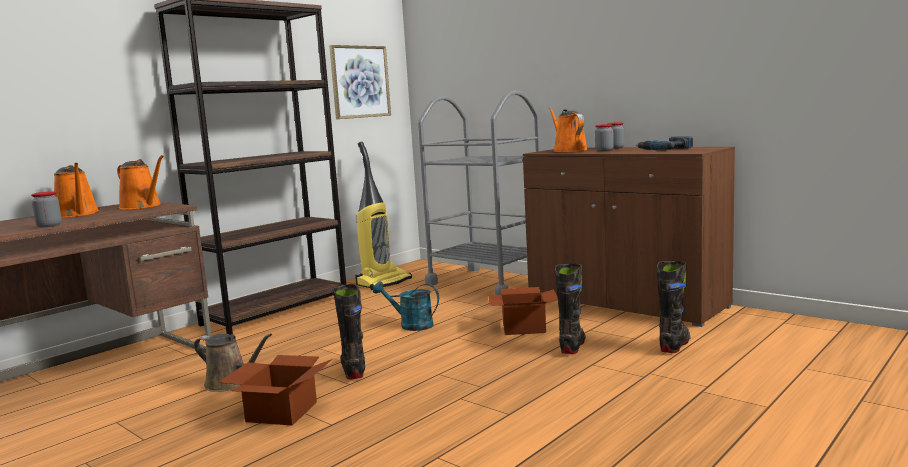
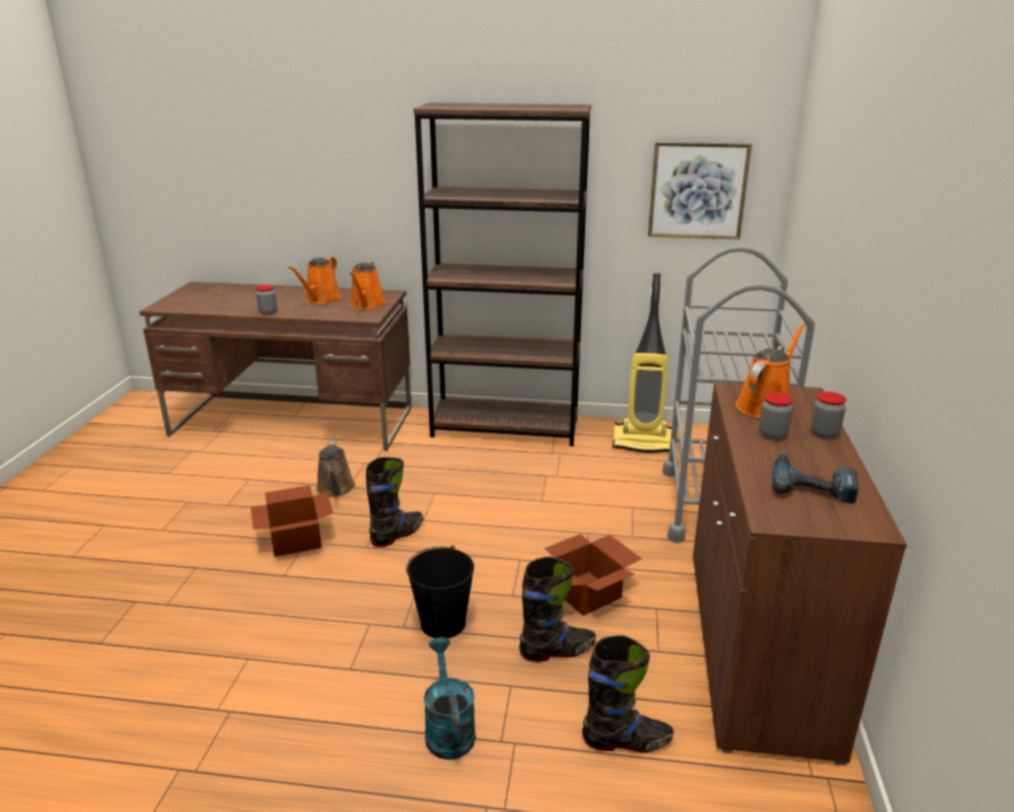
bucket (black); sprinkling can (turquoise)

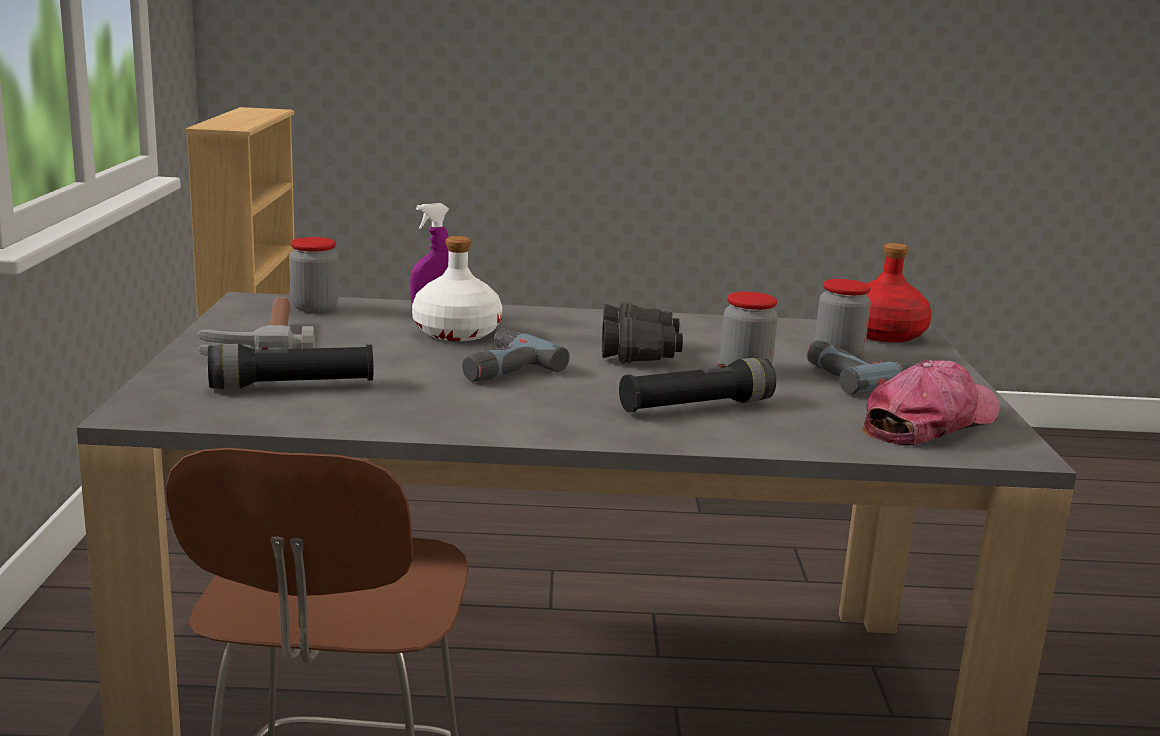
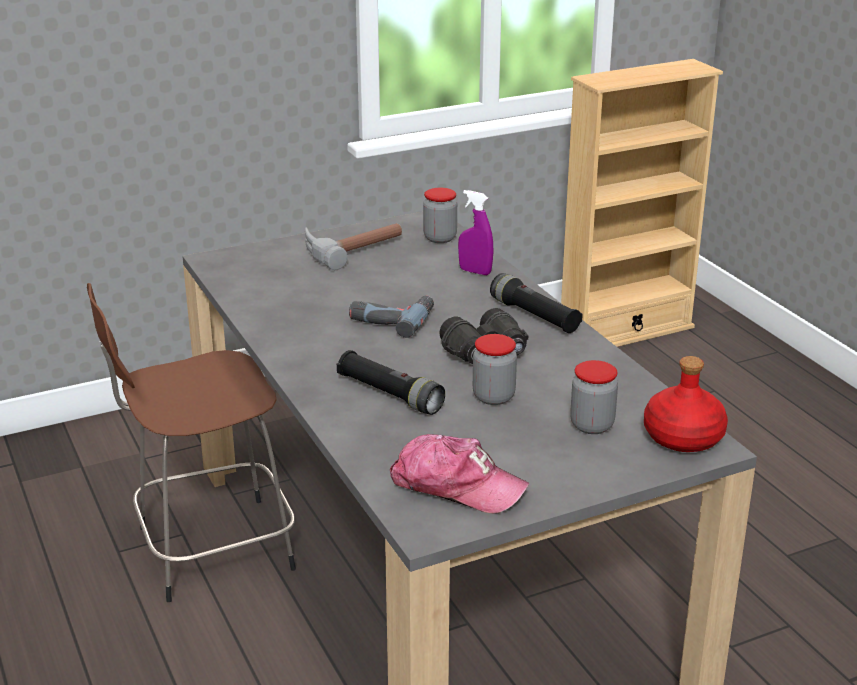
flashlight (black) (2nd from left); beverage bottle (whitish); drill (2nd from left in the first image)

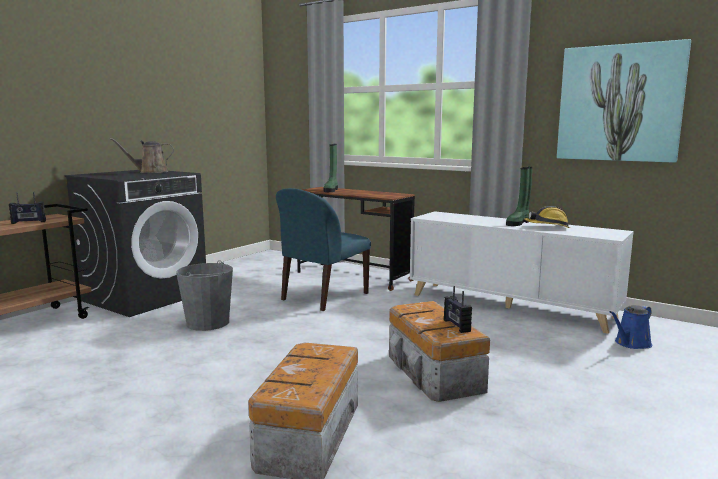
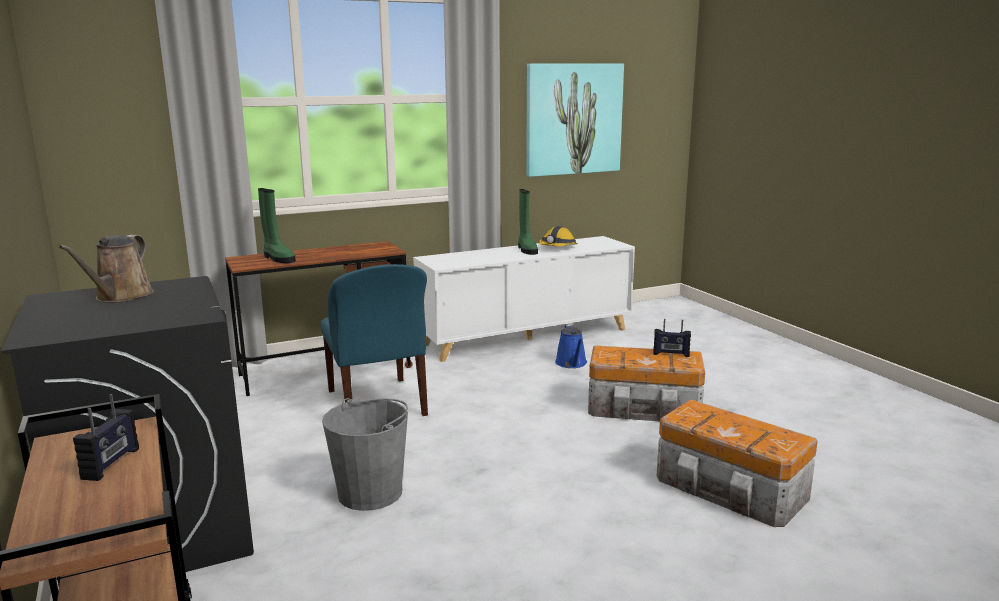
sprinkling can (blue-coloured)

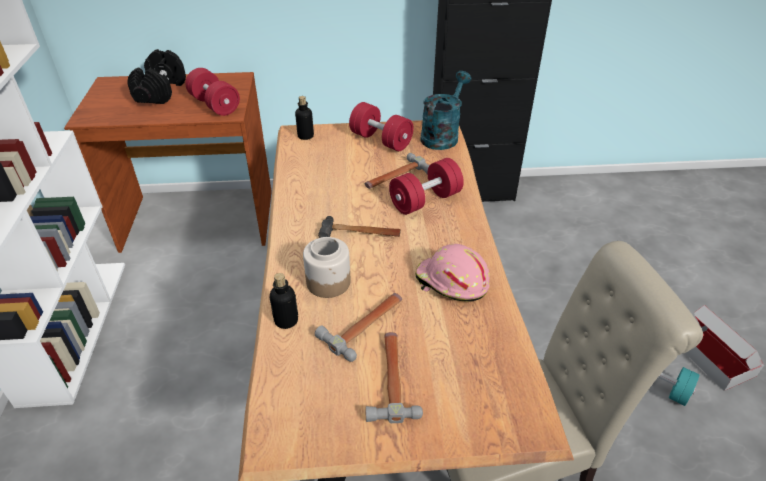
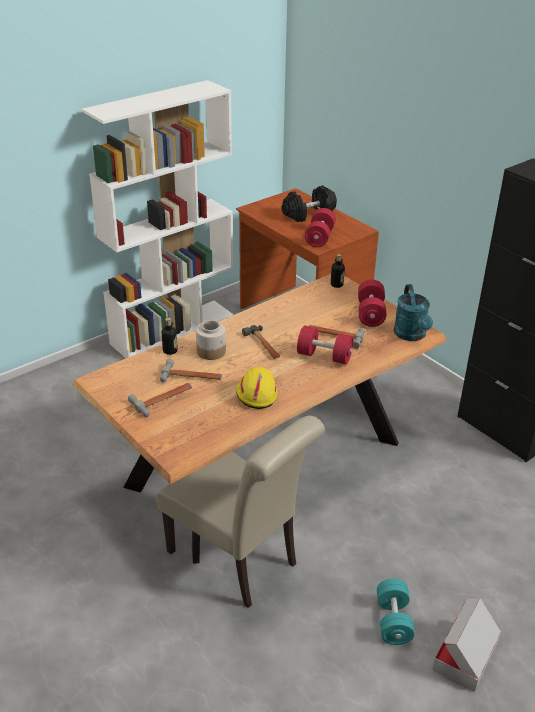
work helmet (yellowish); sprinkling can (turquoise)

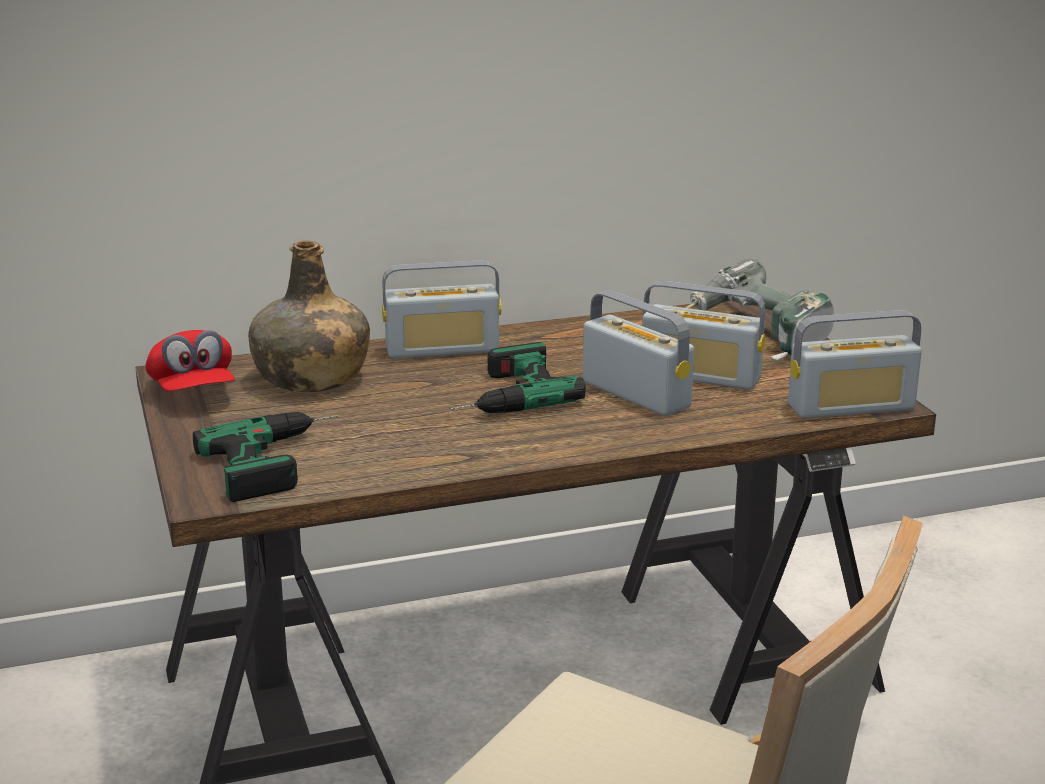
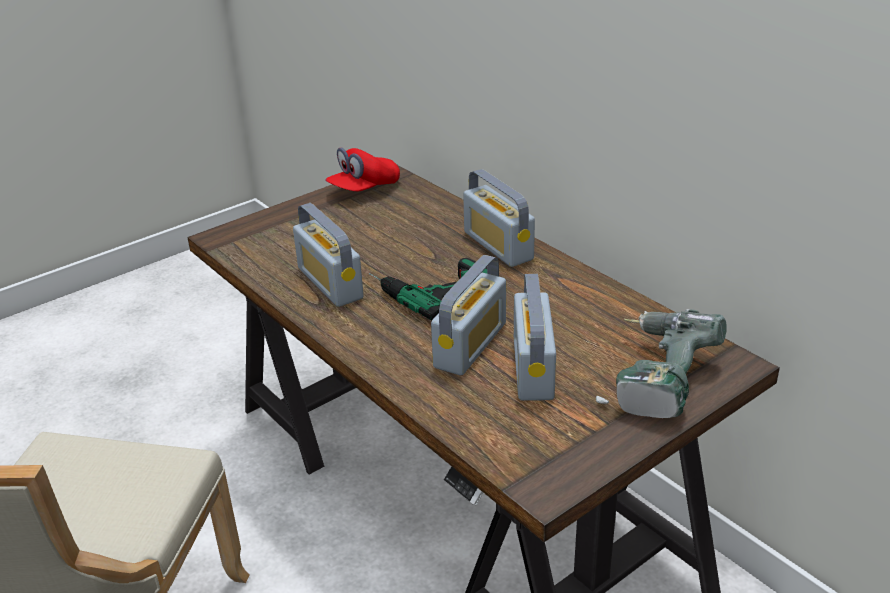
radio (1st from left); drill (1st from left in the first image); beverage bottle (greenish)

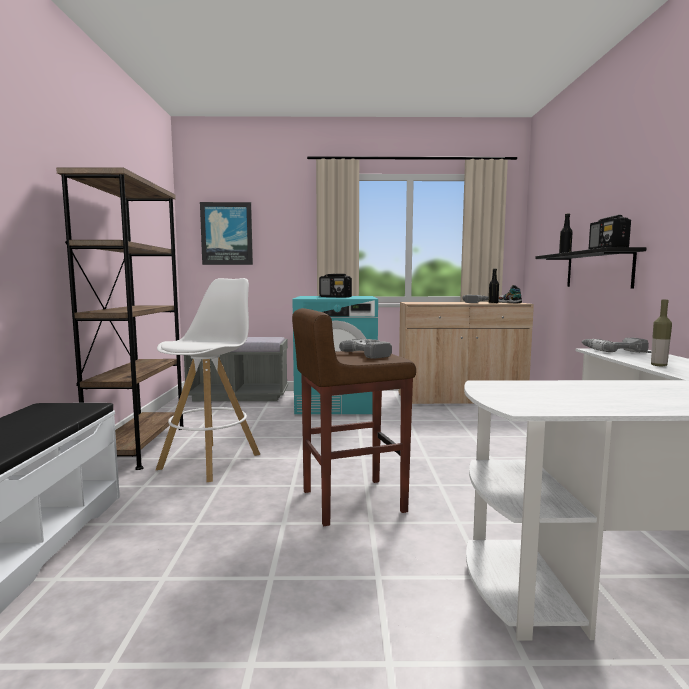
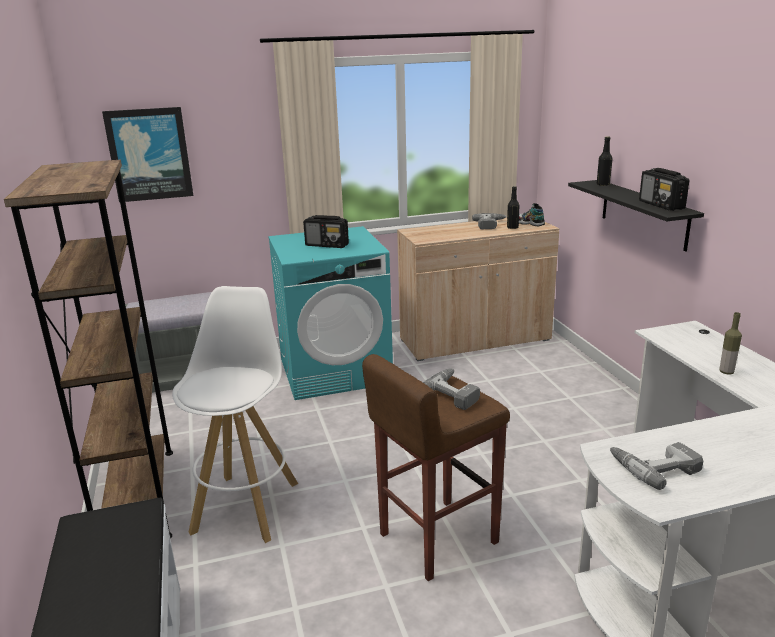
drill (3rd from left)

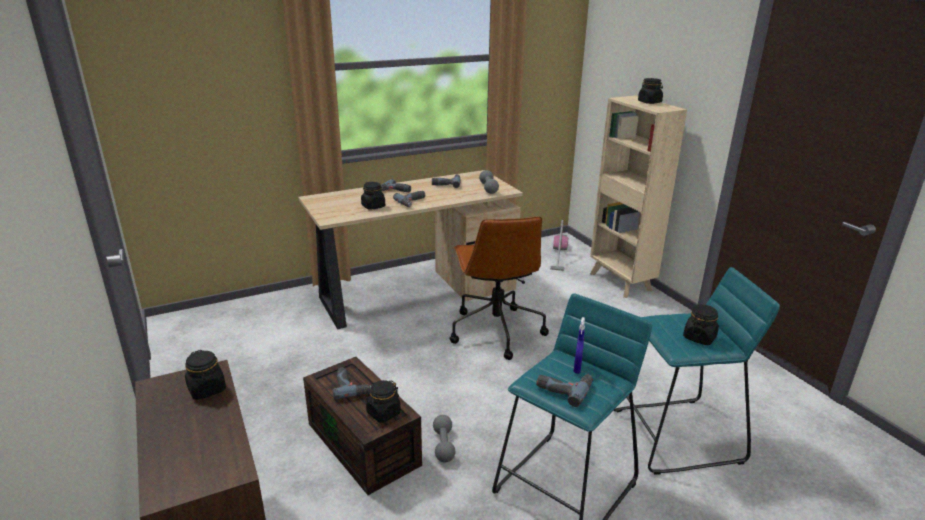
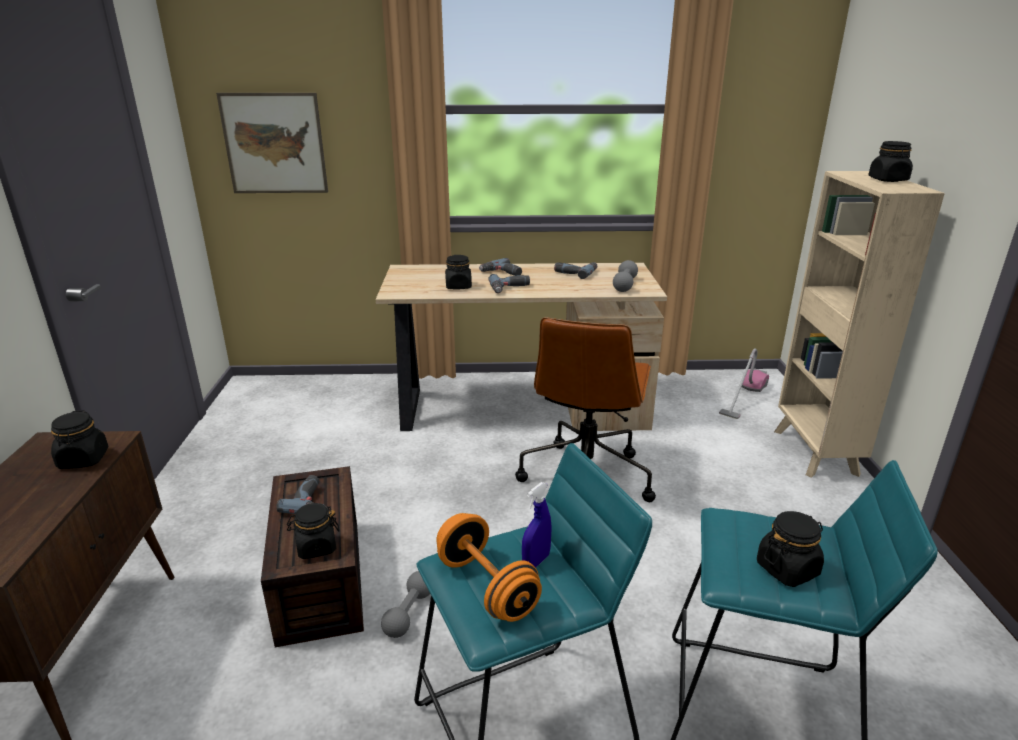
wall art; hand weight (orange-coloured)

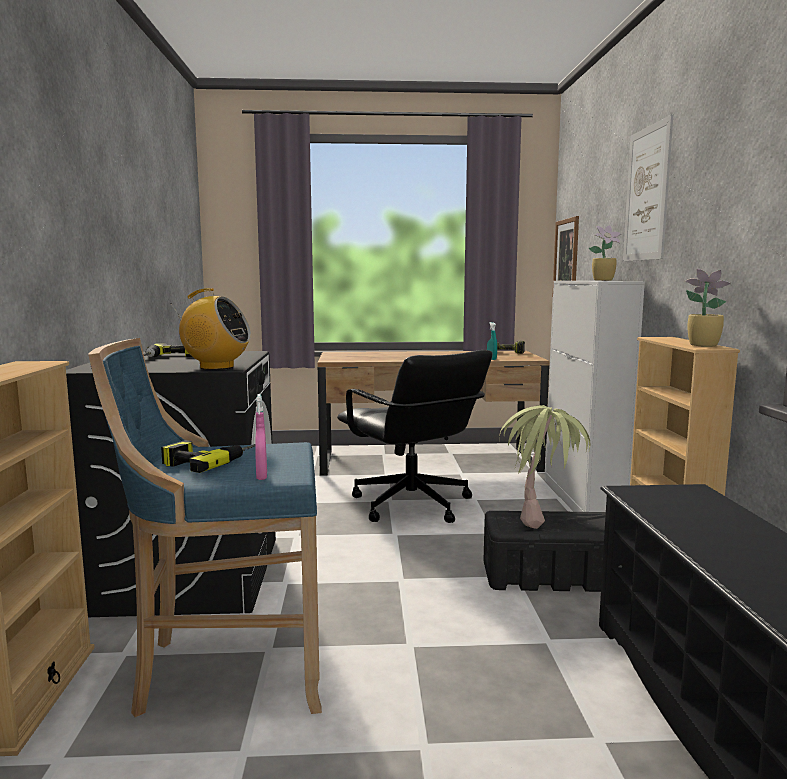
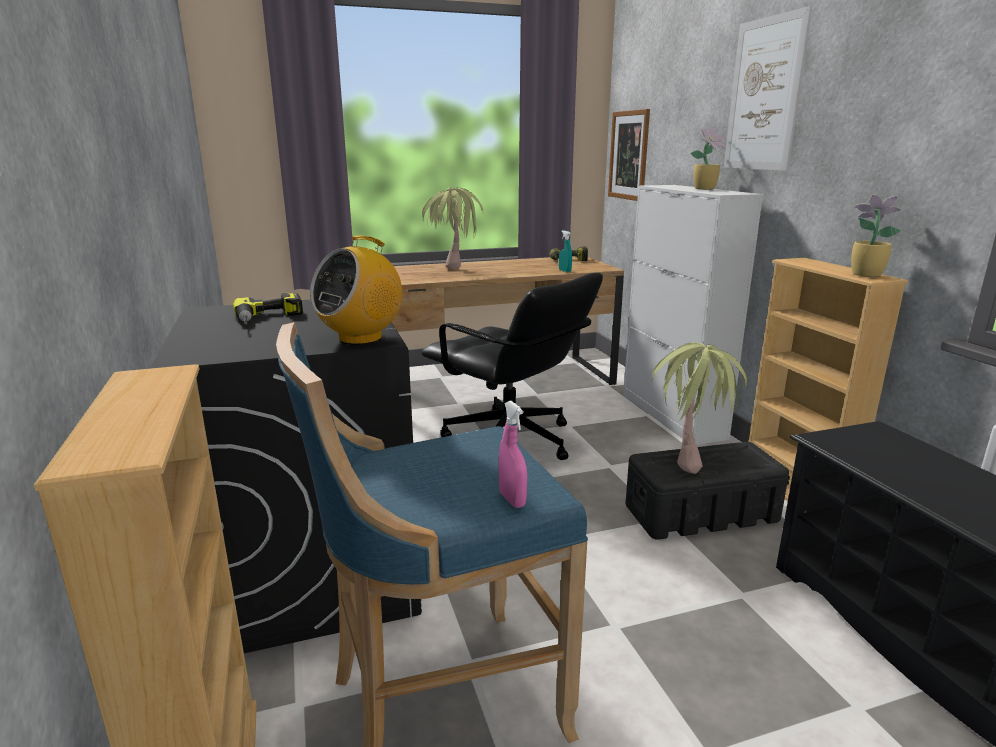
radio; houseplant (1st from left); drill (2nd from left in the first image)

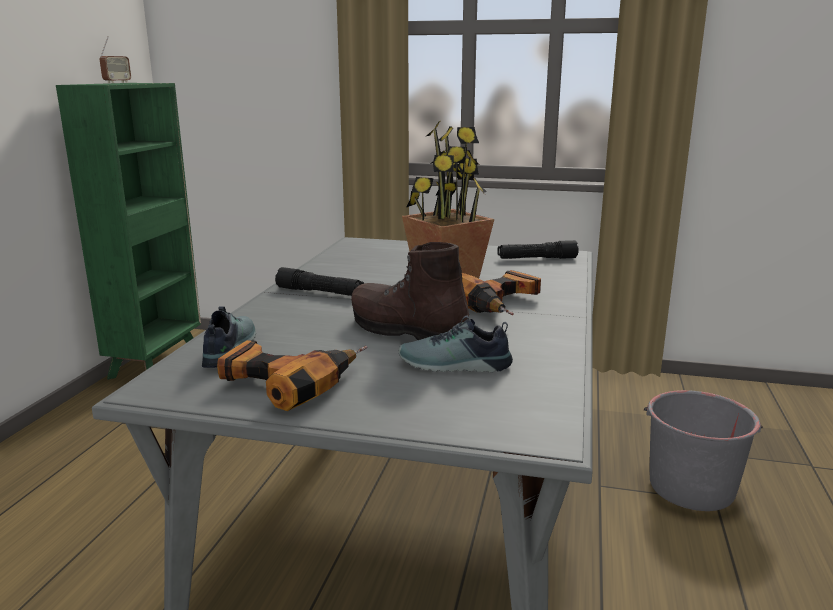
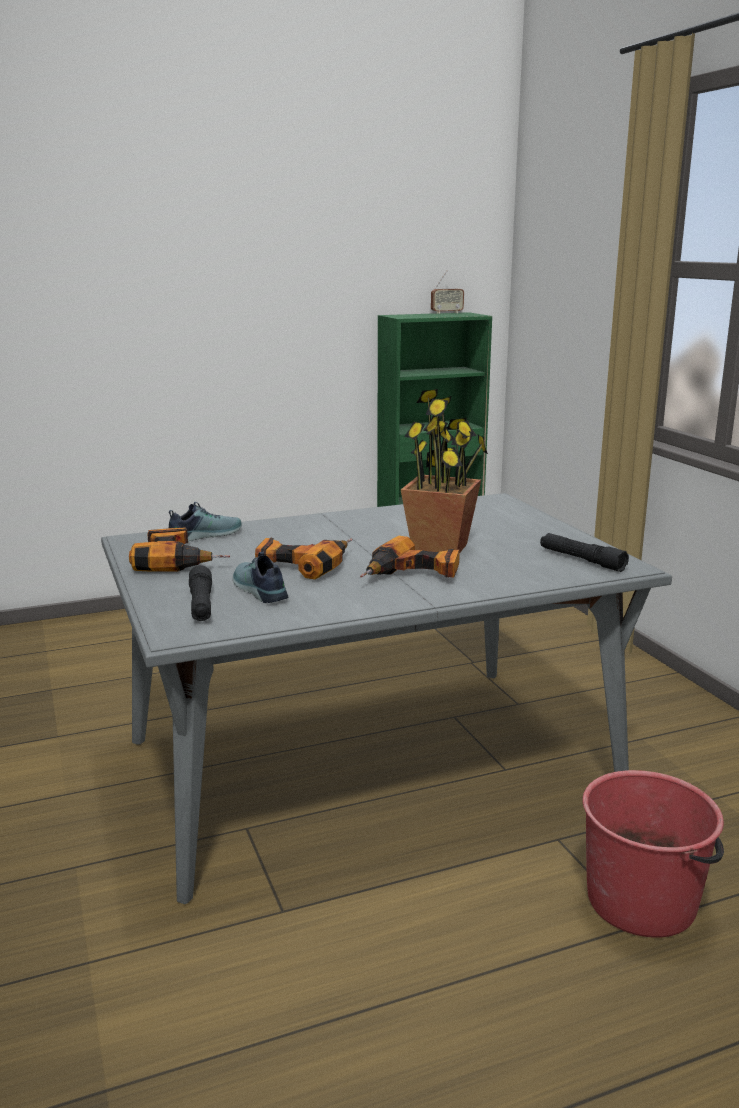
flashlight (black) (1st from left); drill (2nd from left); bucket (red)

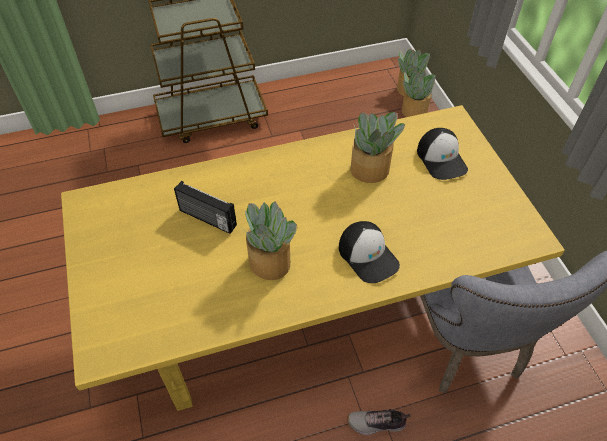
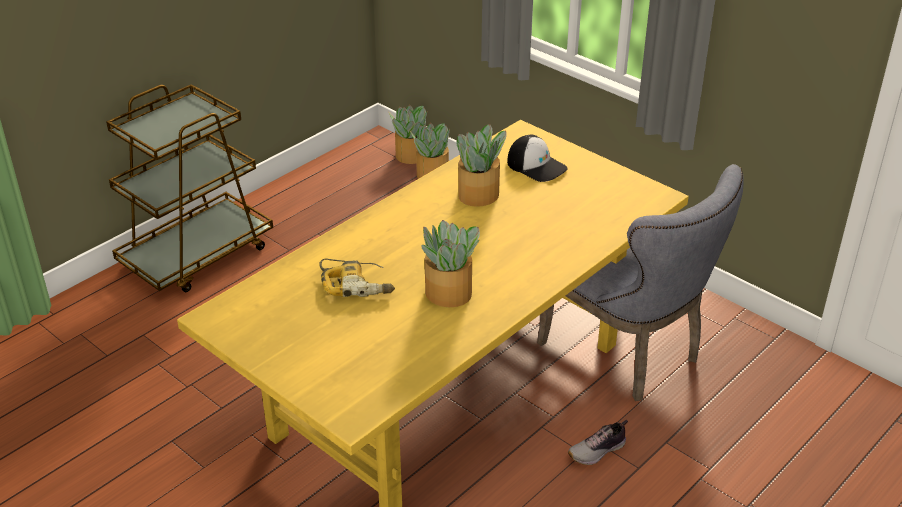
drill; peaked cap (1st from left in the first image)

